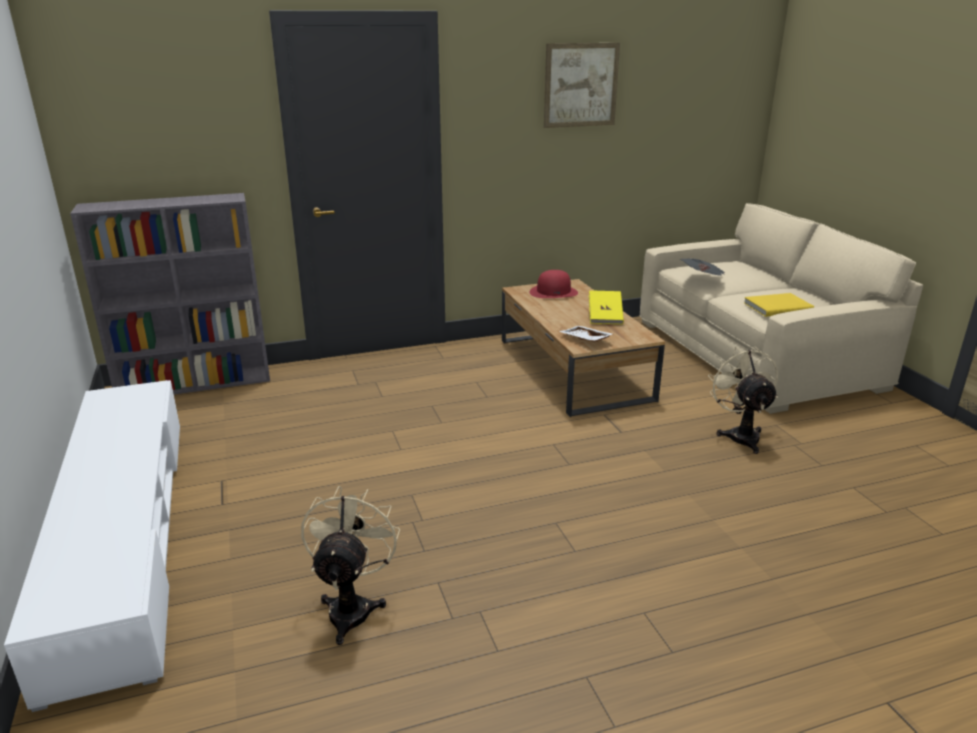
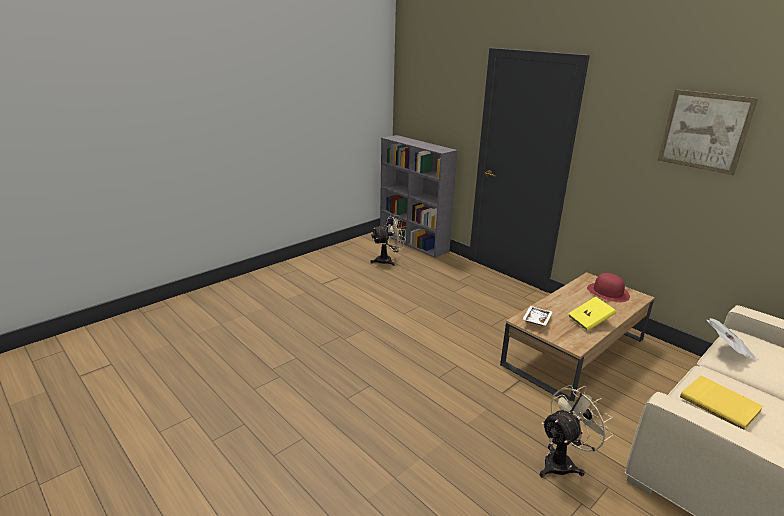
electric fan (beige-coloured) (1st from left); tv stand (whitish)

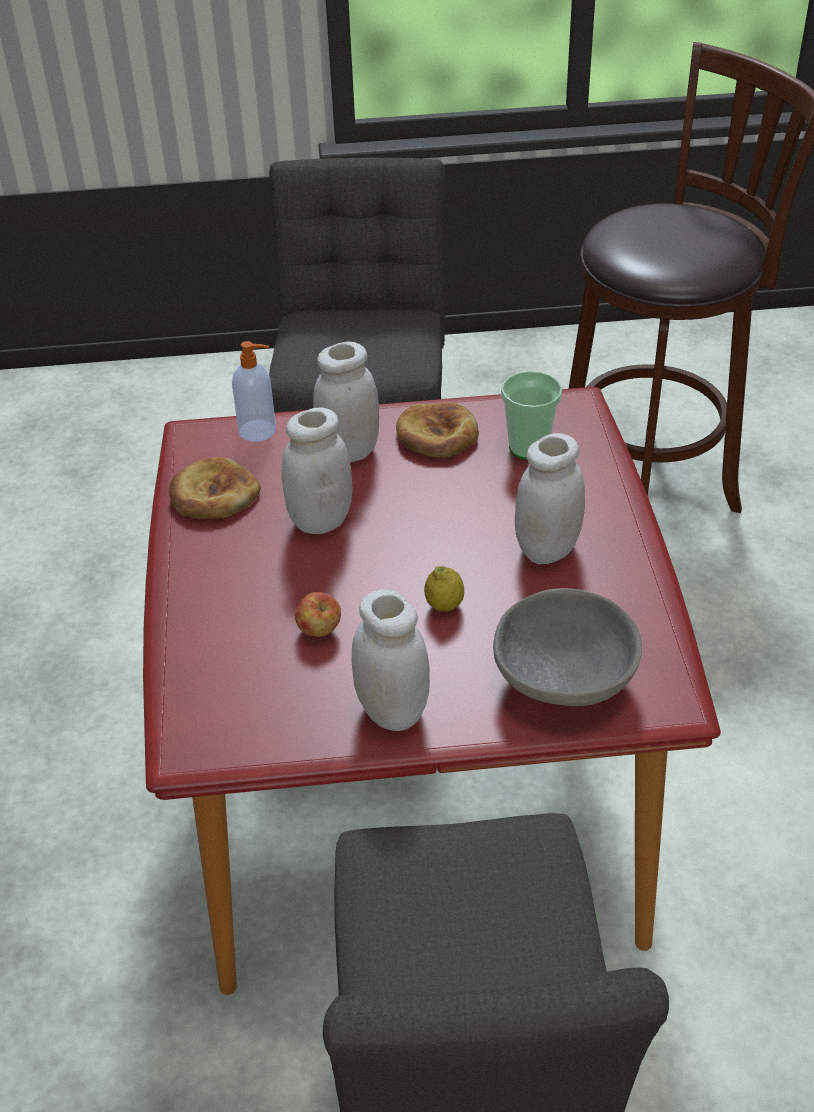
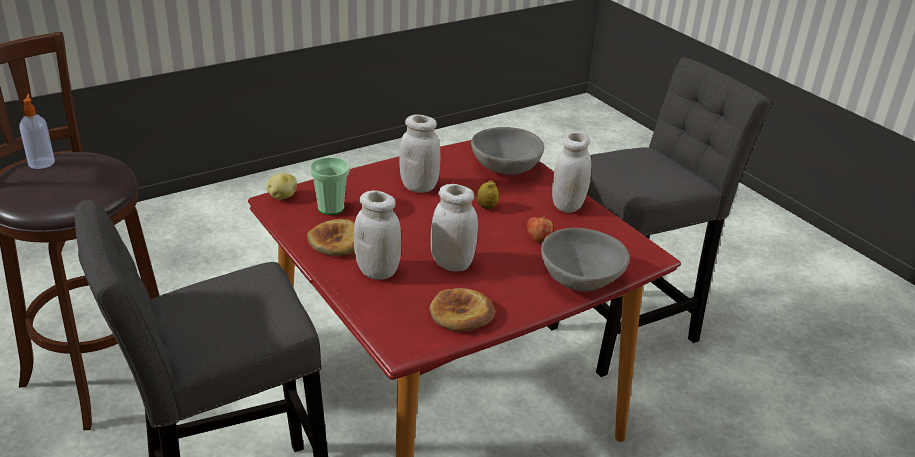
soap dispenser; potato; serving bowl (gray) (2nd from left)

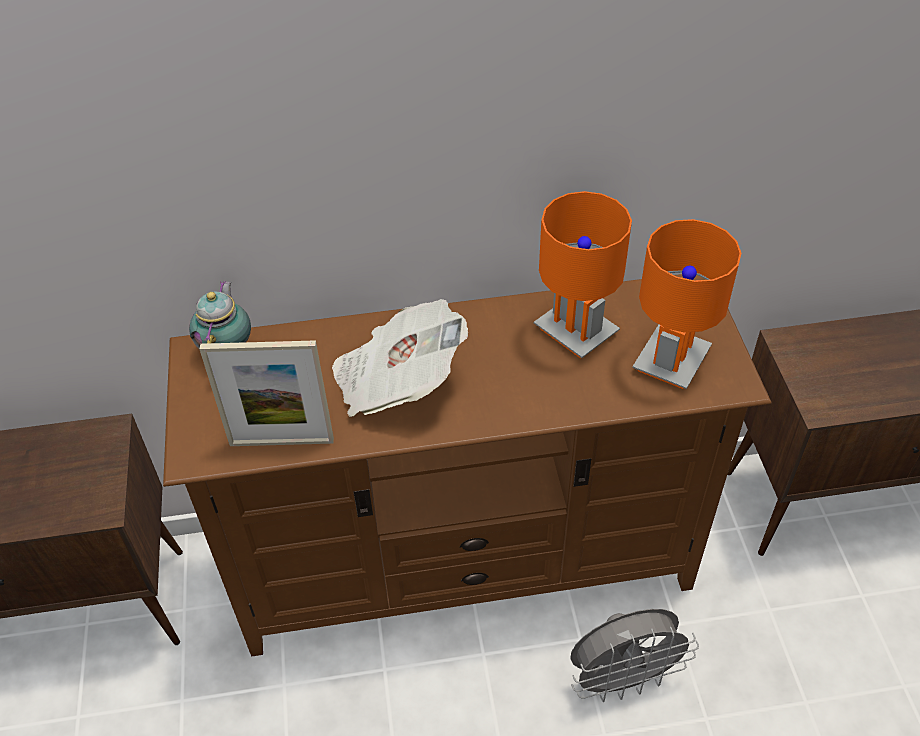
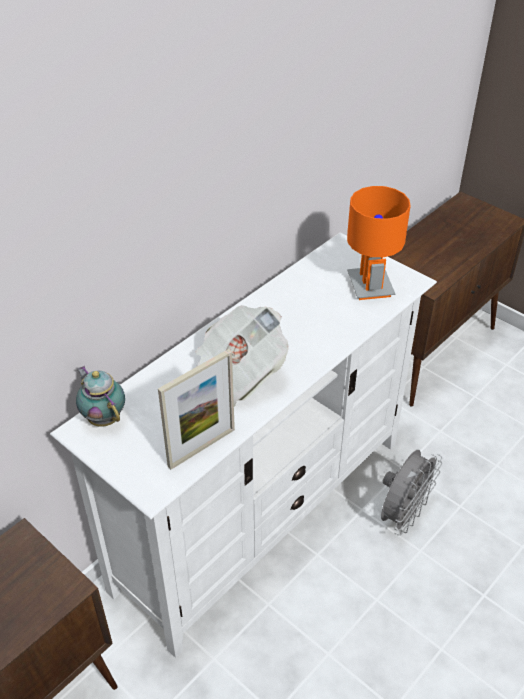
tv stand (whitish); table lamp (orange-coloured) (1st from left in the first image)

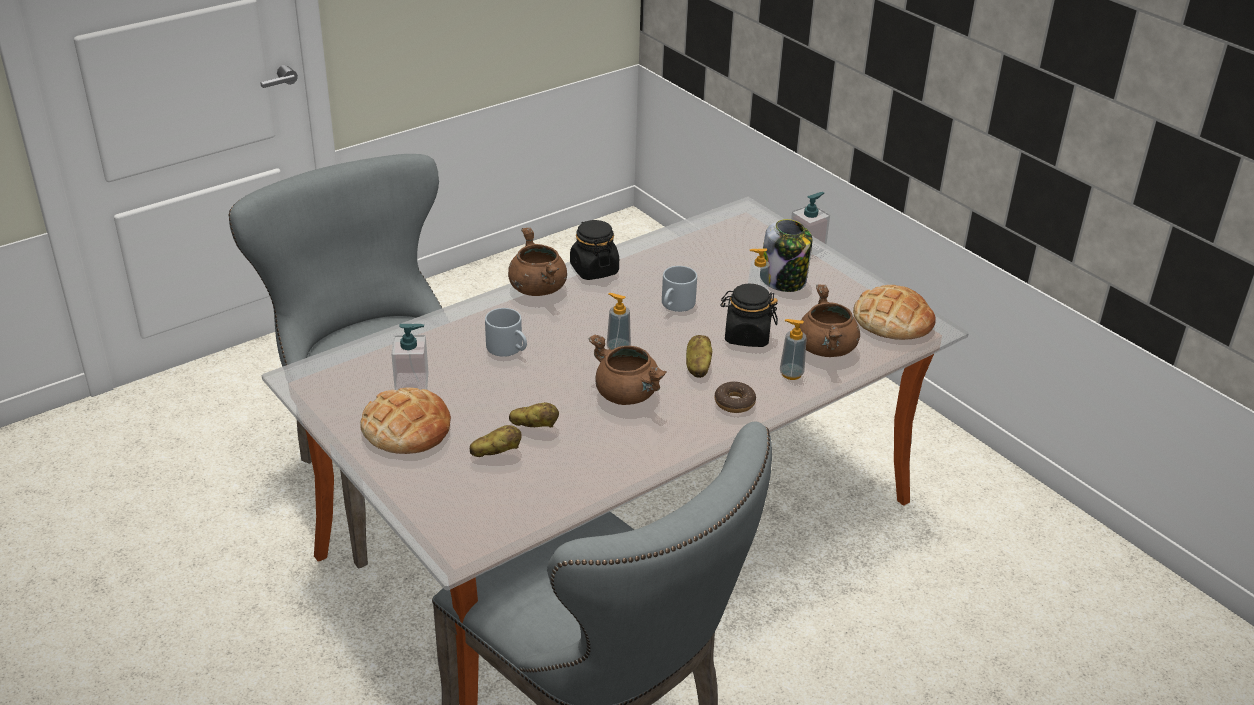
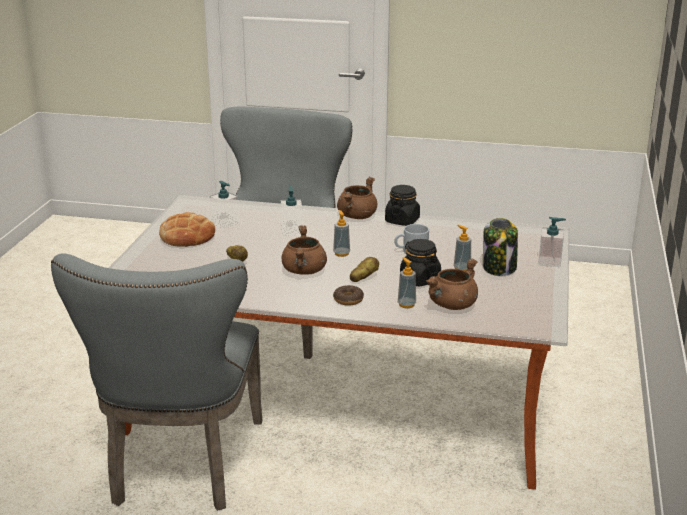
soap dispenser (2nd from left); potato (1st from left in the first image); bread (2nd from left in the first image)

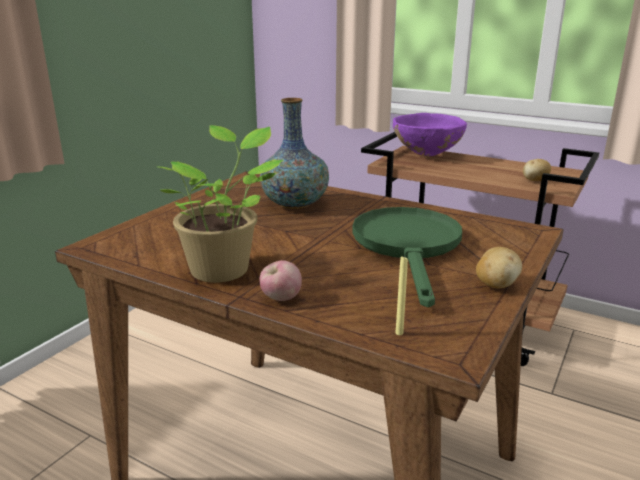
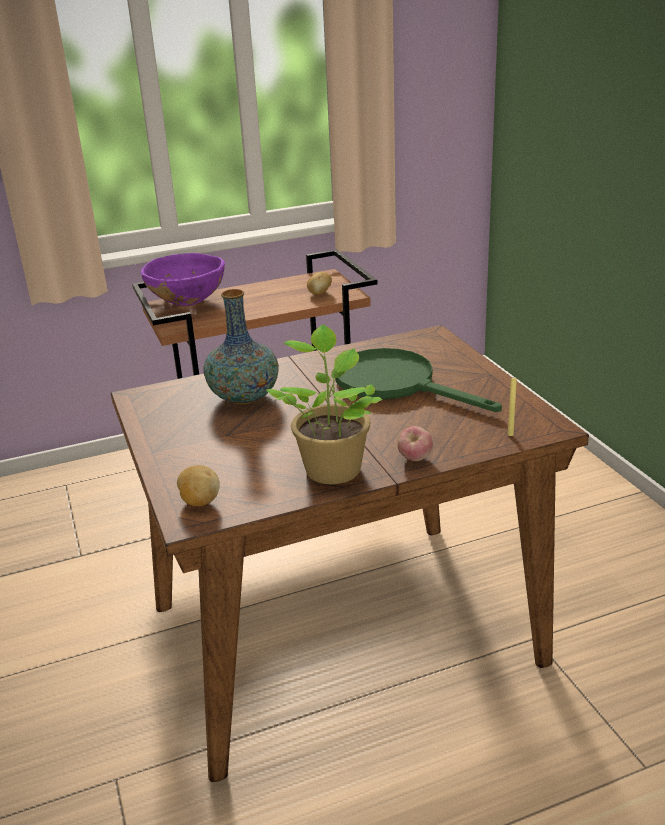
potato (1st from left)

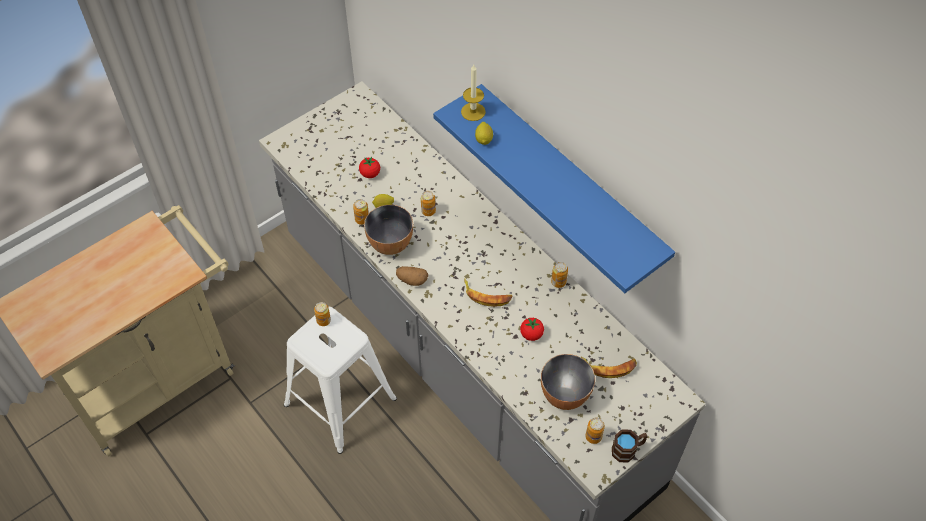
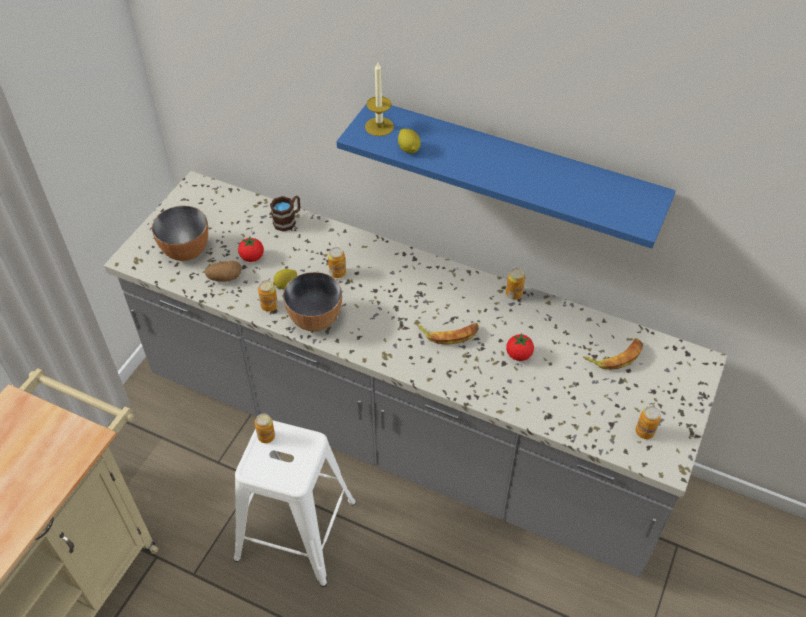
serving bowl (1st from left); potato; tea mug (brownish)

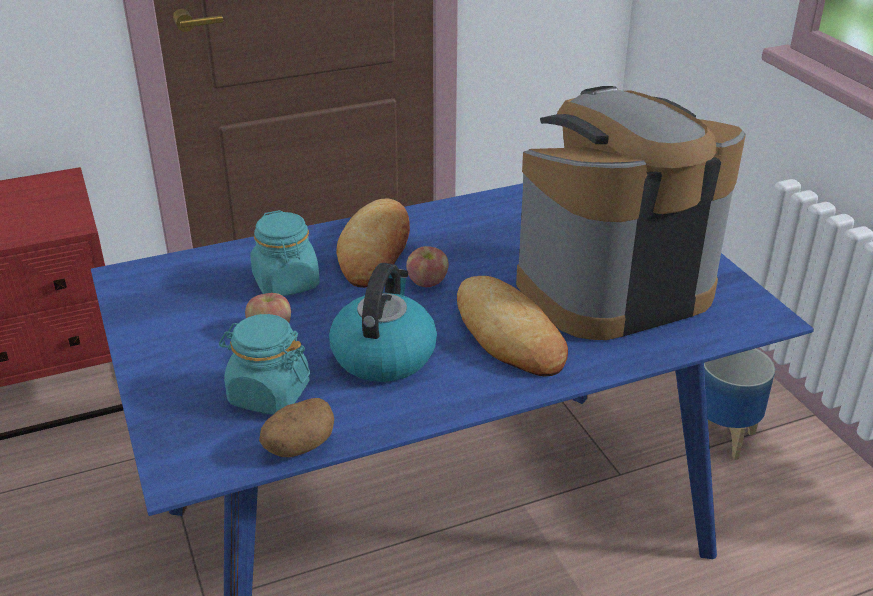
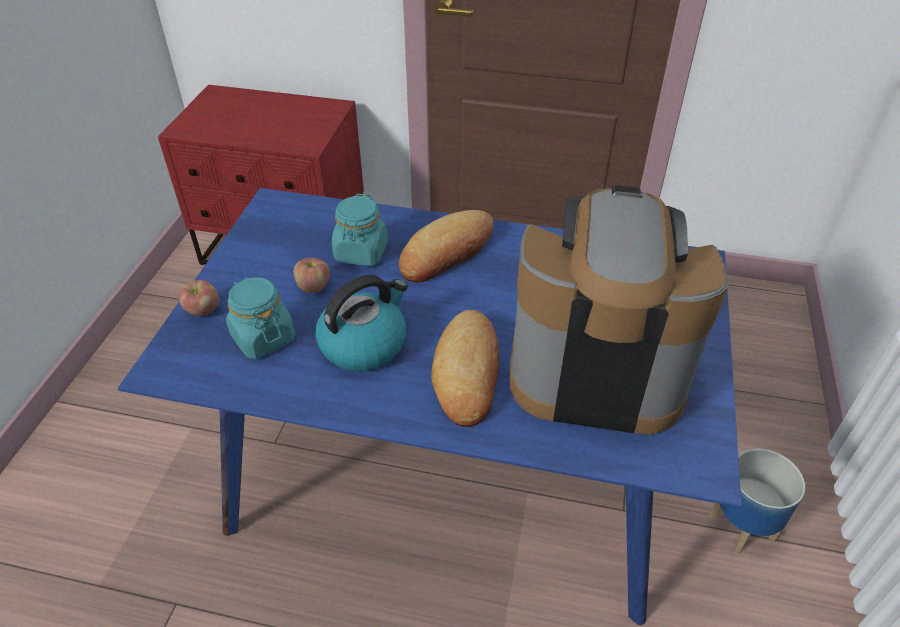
apple (1st from left); potato

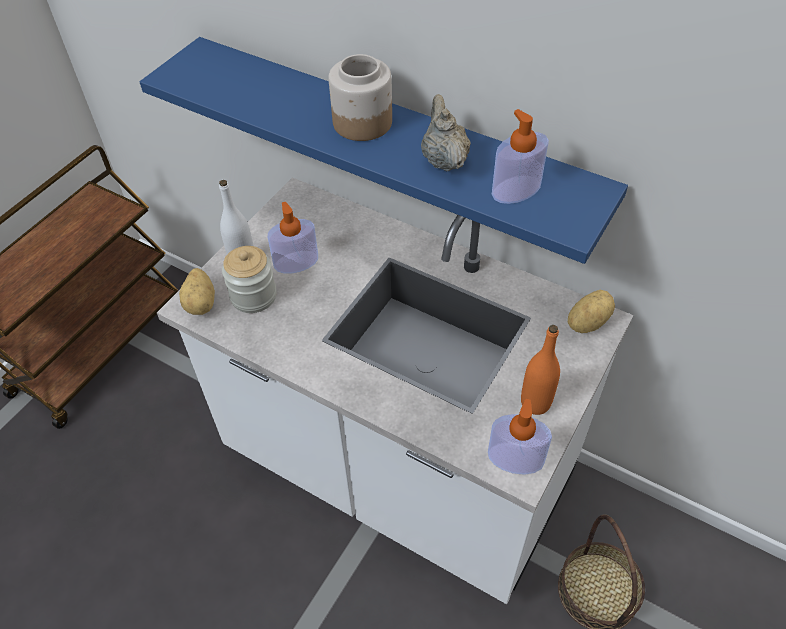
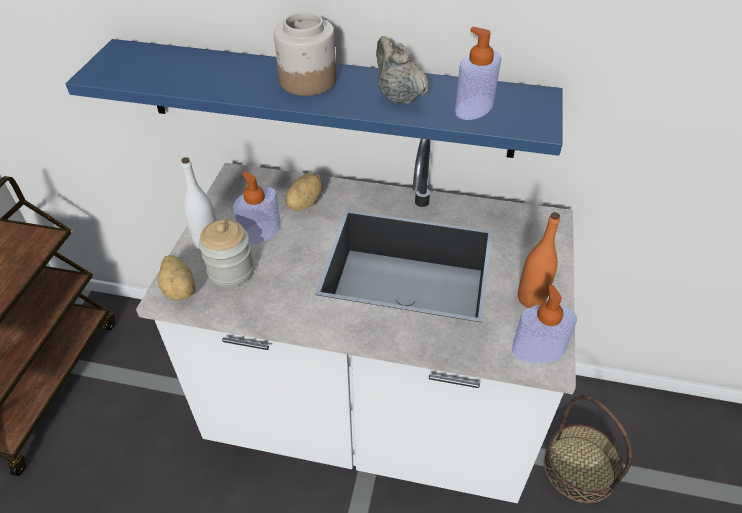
potato (2nd from left)

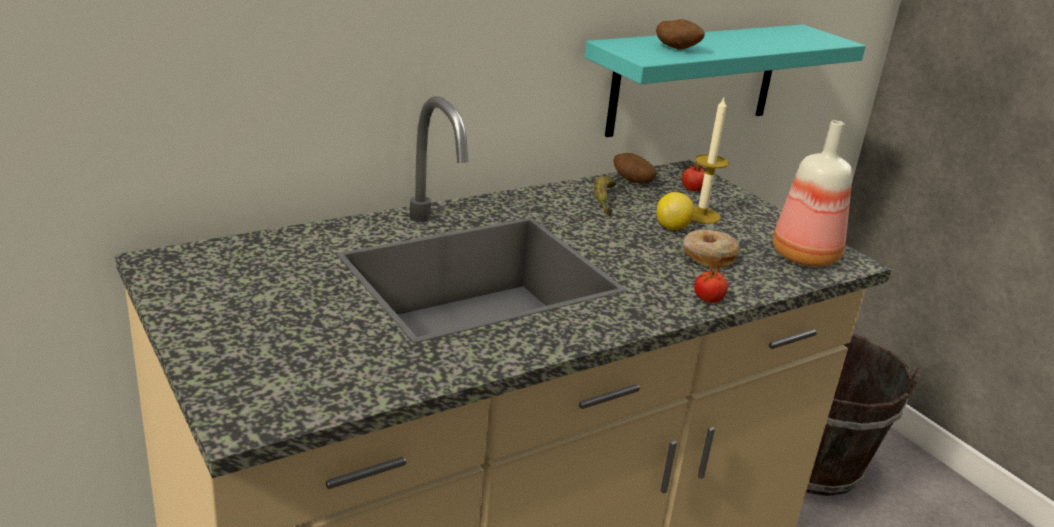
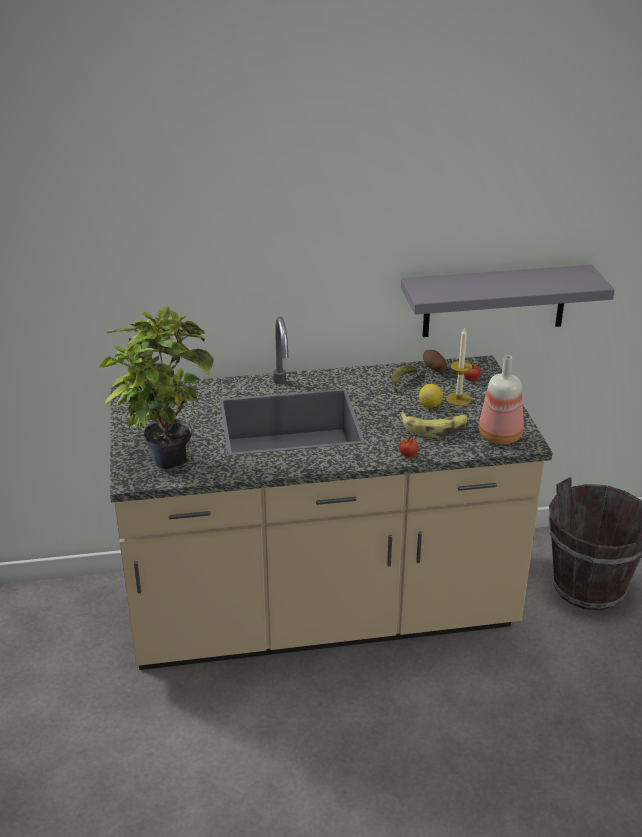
houseplant; whole banana (2nd from left); wall shelf (gray); potato (2nd from left in the first image)

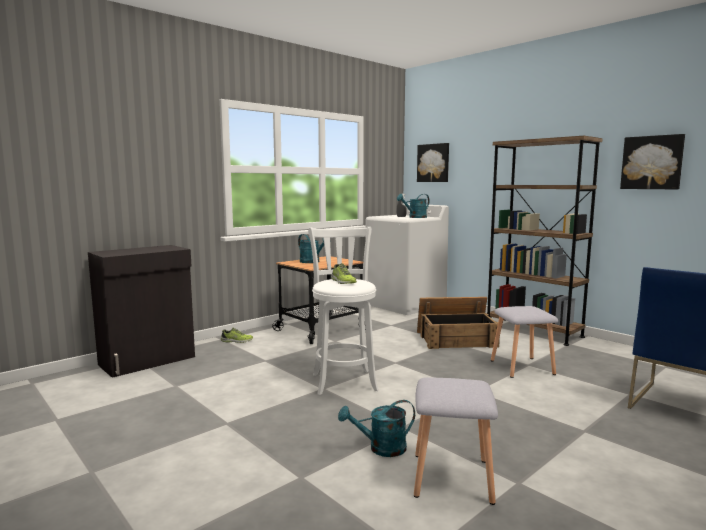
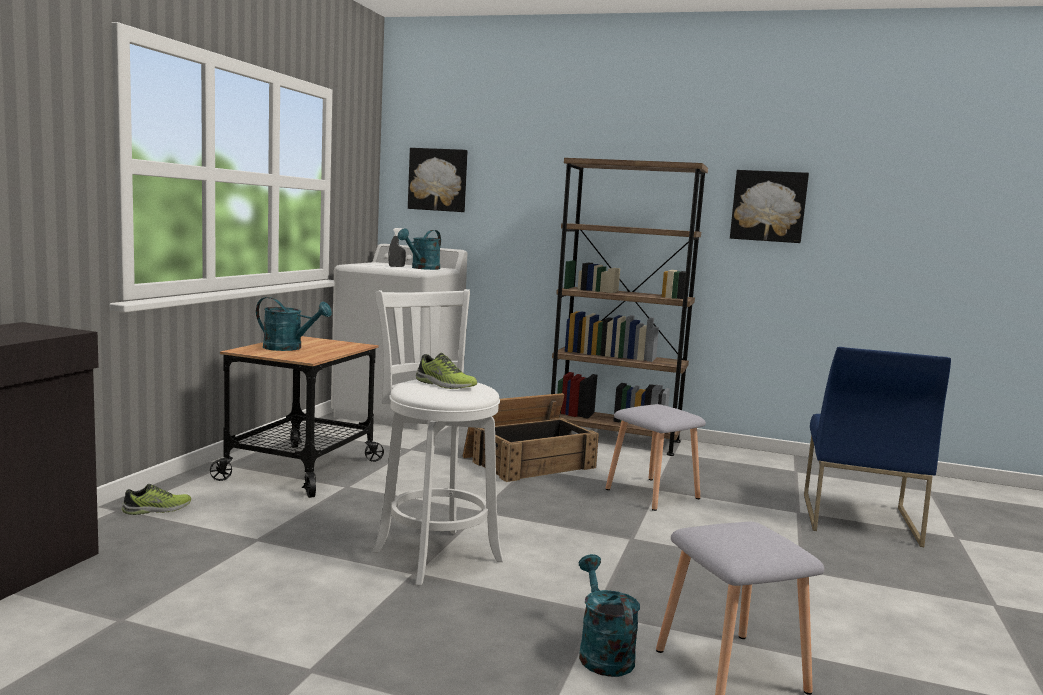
sprinkling can (turquoise) (3rd from left)

